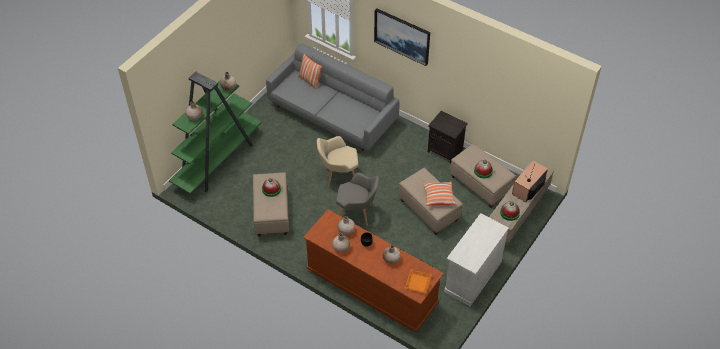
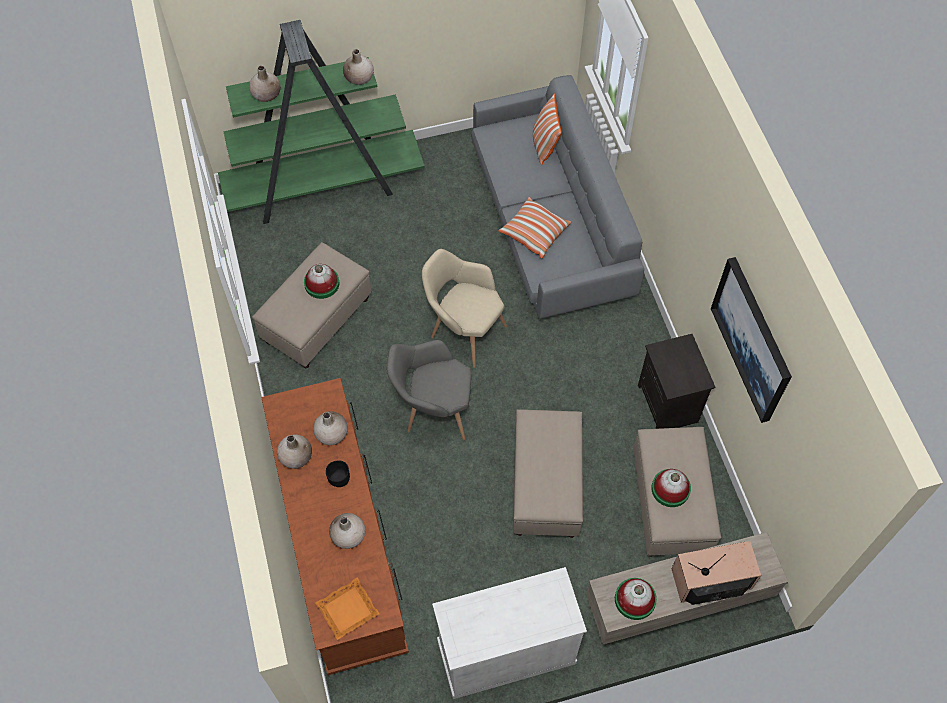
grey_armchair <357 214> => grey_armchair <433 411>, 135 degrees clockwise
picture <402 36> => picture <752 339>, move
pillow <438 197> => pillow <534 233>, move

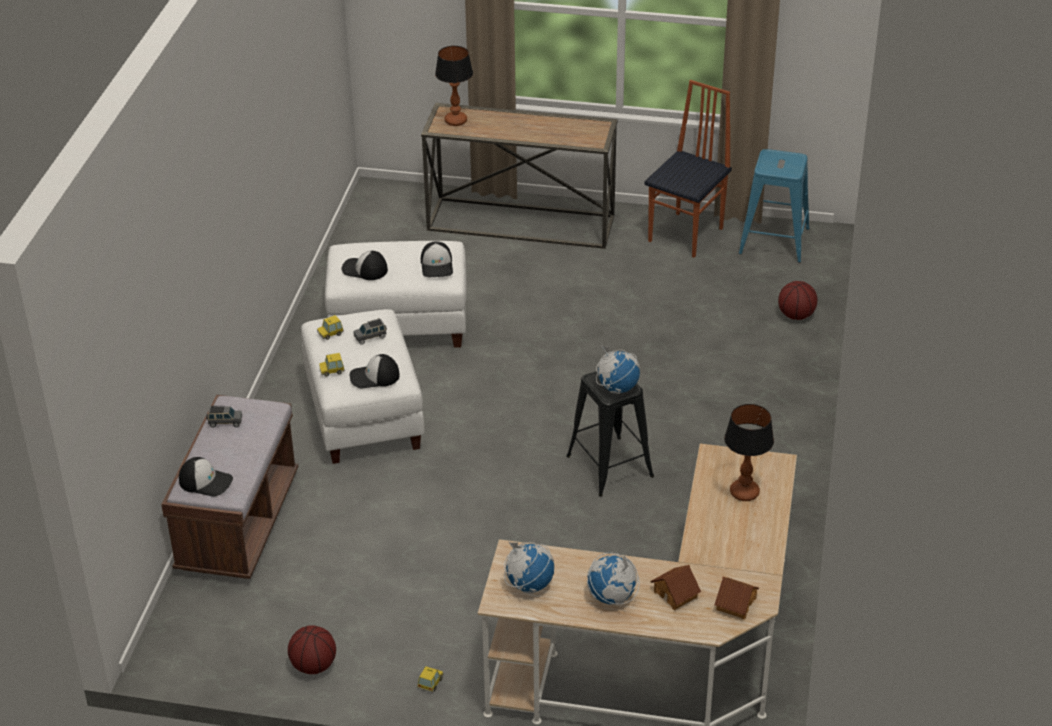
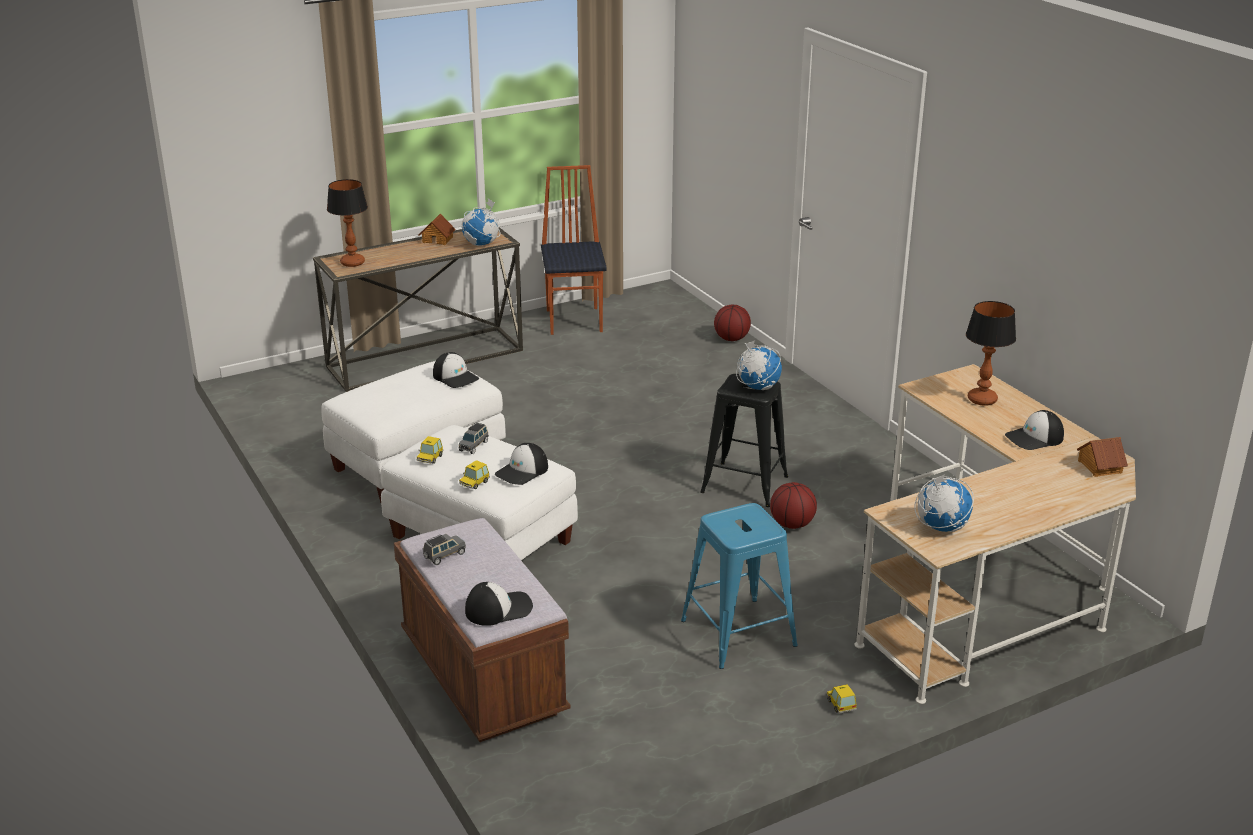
basketball <313 665> => basketball <791 524>, move
cap <364 269> => cap <1034 438>, move
globe <612 597> => globe <481 244>, move
toy_house <676 594> => toy_house <438 239>, move
blue_stool <774 241> => blue_stool <739 633>, move

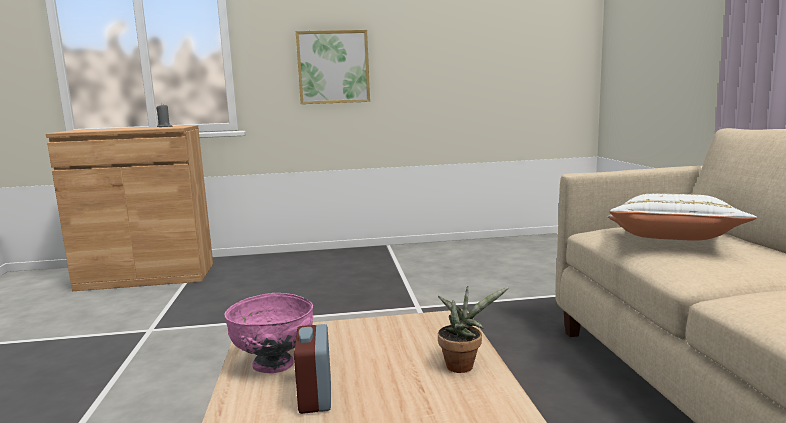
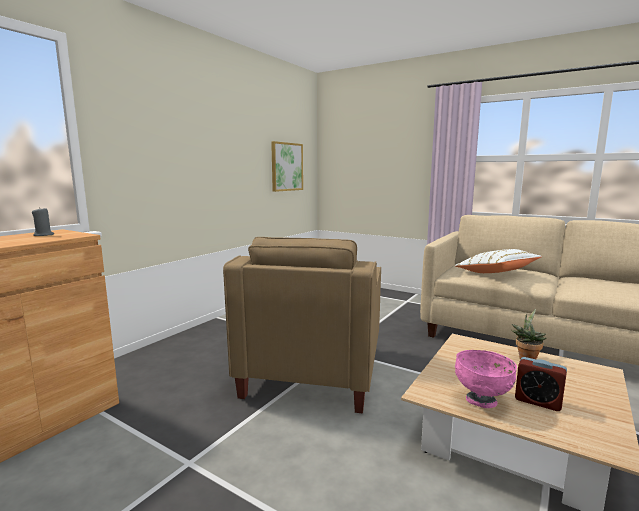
picture <333 67> => picture <286 167>, move
nothing => beige_armchair <312 371>

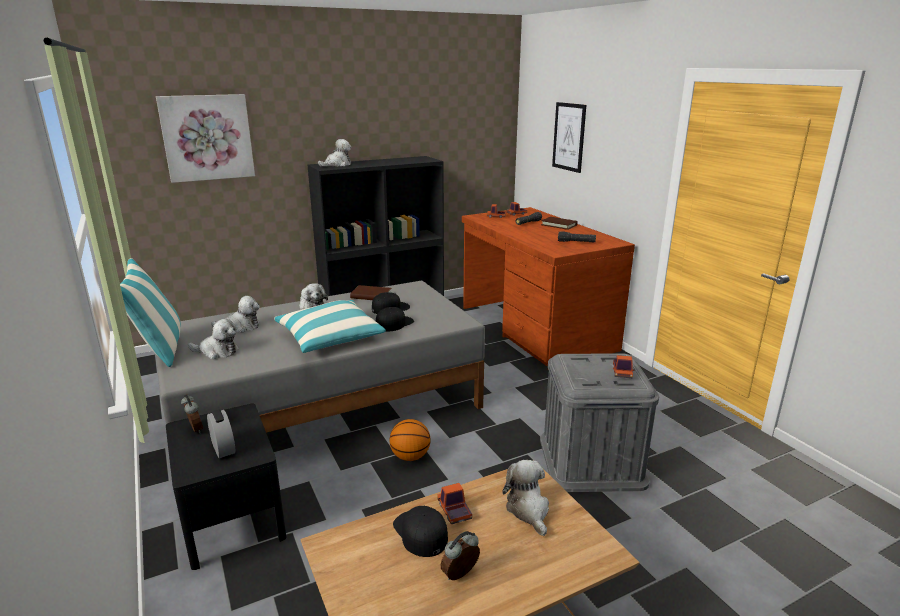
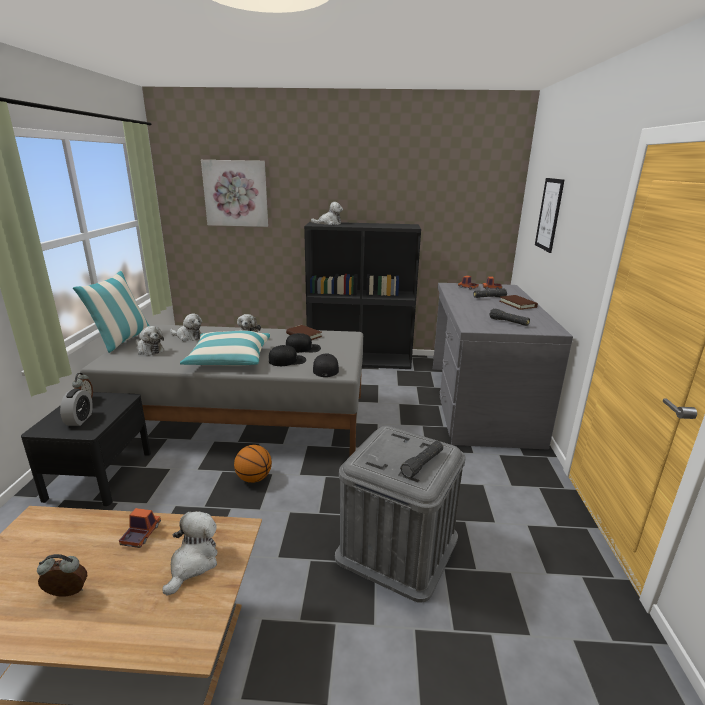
black_cap <420 532> => black_cap <326 368>, move
brown_desk <535 328> => grey_desk <480 403>
toy_truck <622 372> => black_flashlight <422 464>

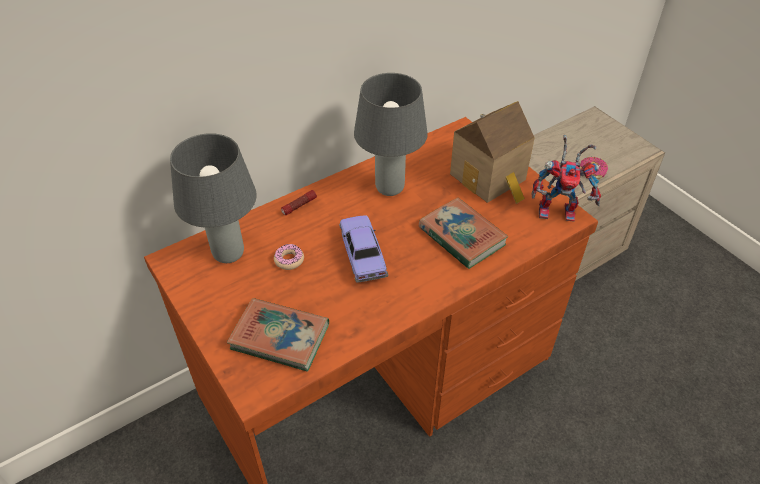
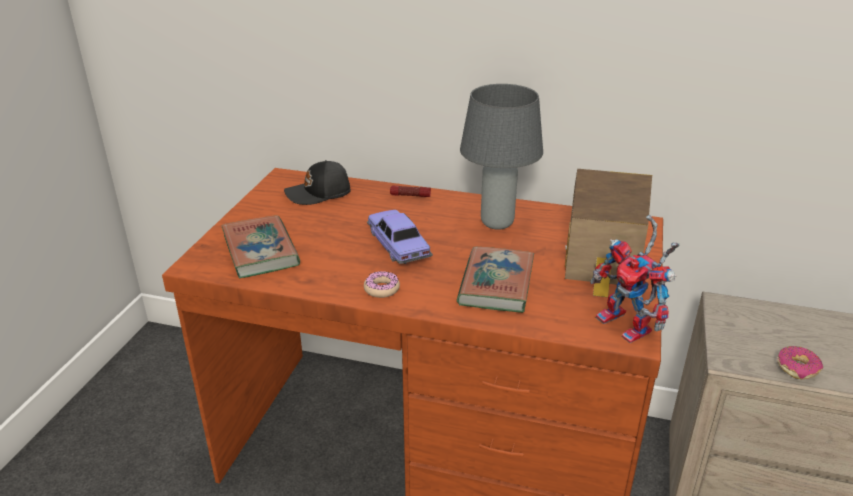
grey_table_lamp <229 254> => black_cap <319 193>
donut <289 260> => donut <381 289>, move
toy_car <362 255> => toy_car <398 246>, 60 degrees counterclockwise

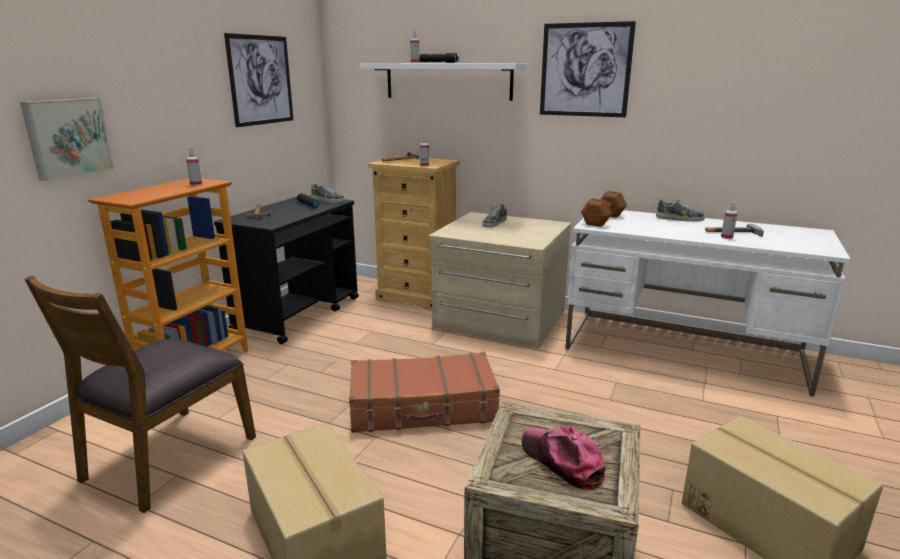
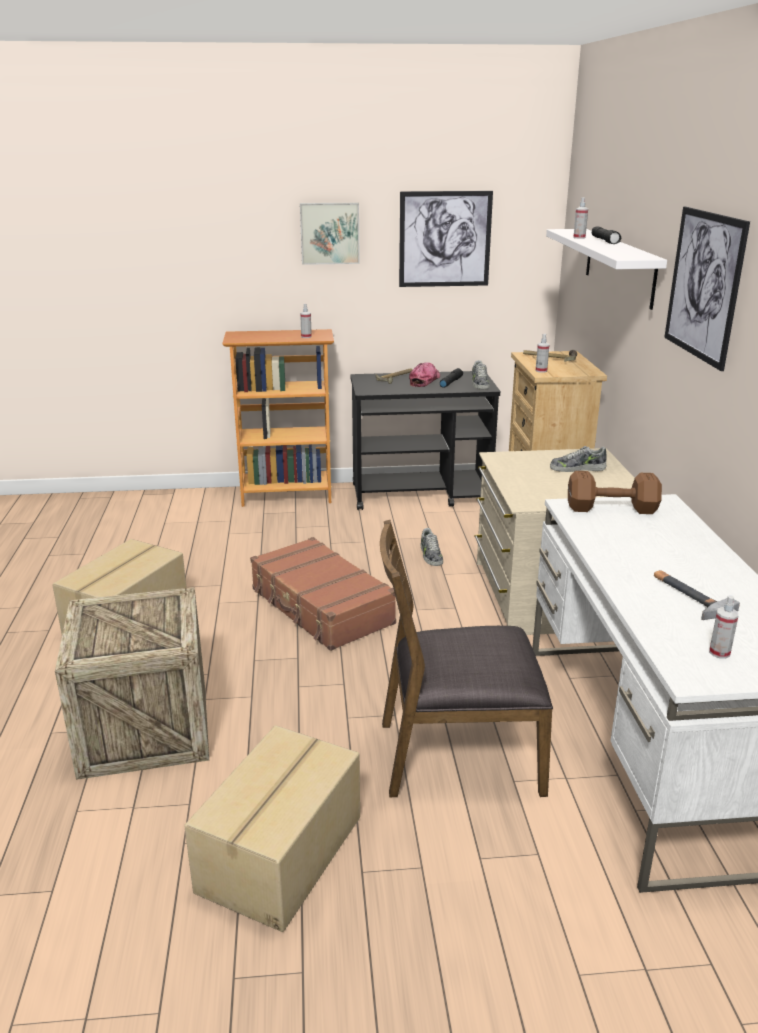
picture <67 137> => picture <329 233>, move
brown_chair <168 457> => brown_chair <458 755>, move
cap <562 462> => cap <424 380>, move
shoe <679 219> => shoe <430 555>, move
spray_bottle <726 237> => spray_bottle <719 652>, move

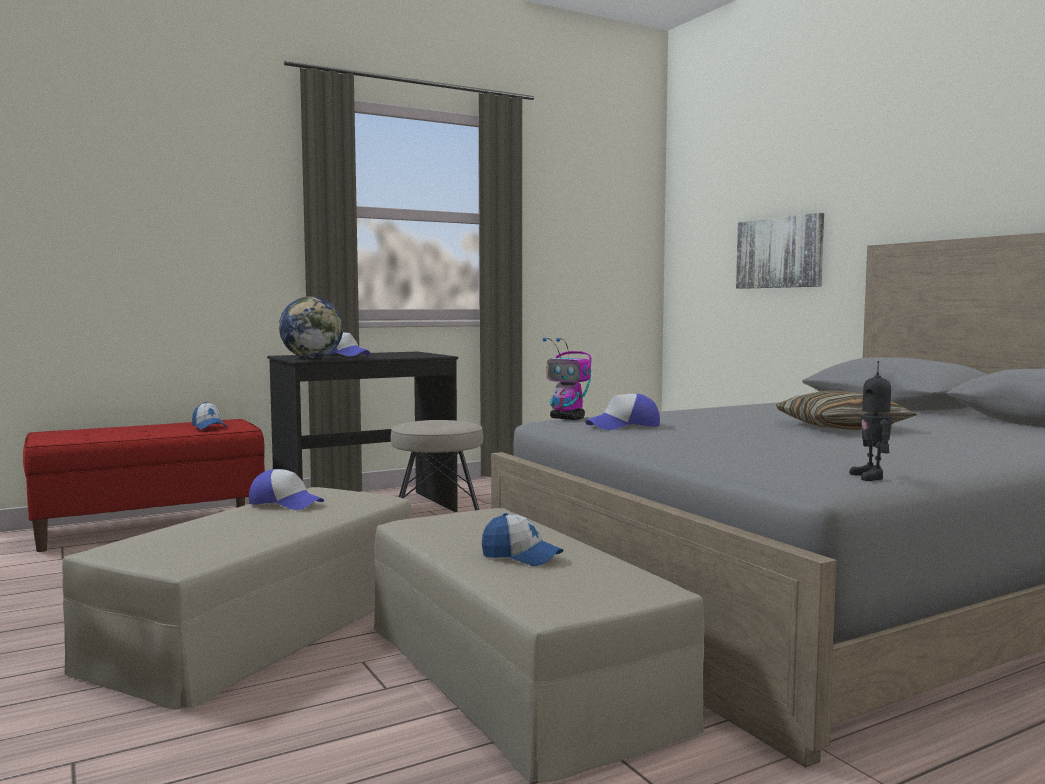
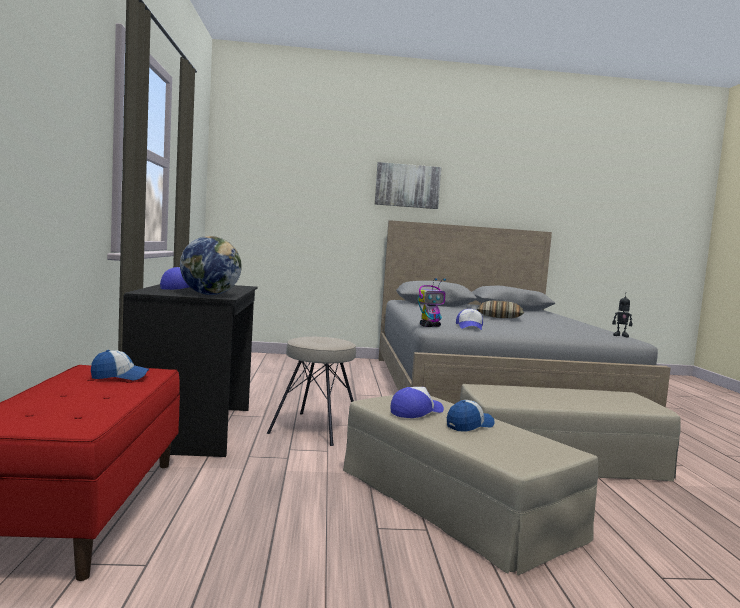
cap <521 557> => cap <469 425>, move
picture <780 253> => picture <407 186>, move

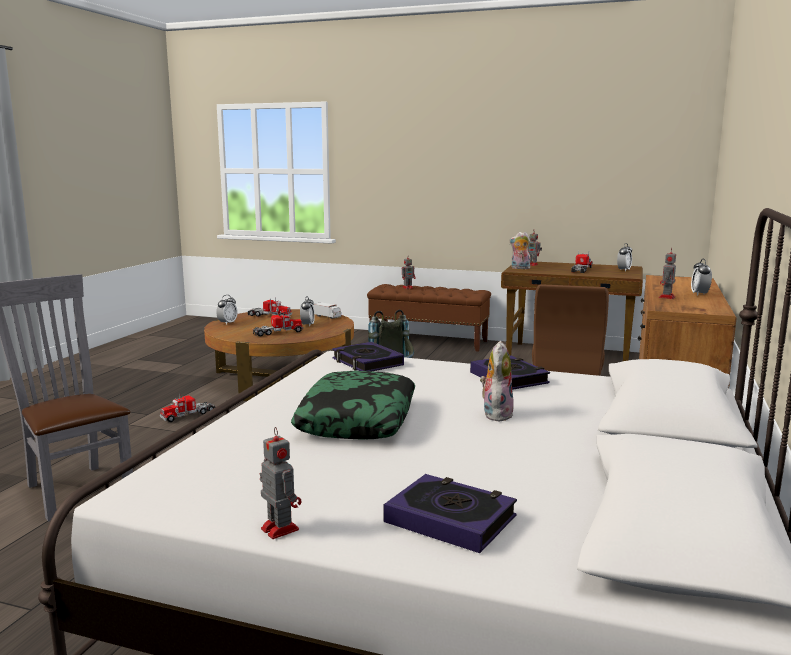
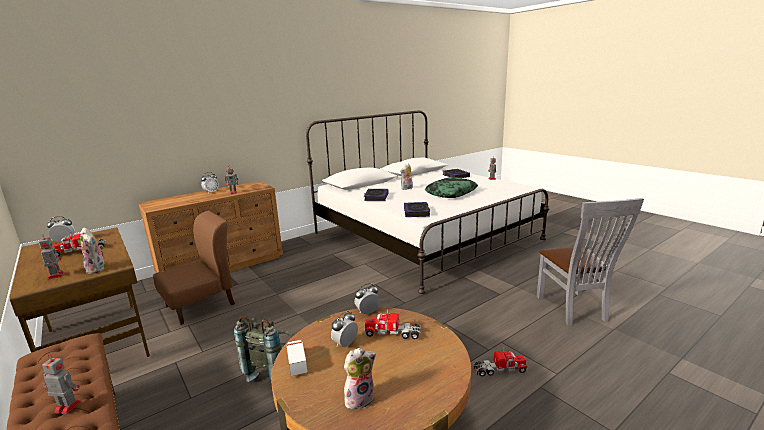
alarm_clock <227 323> => alarm_clock <367 312>, move
toy_truck <269 316> => plush_toy <359 398>

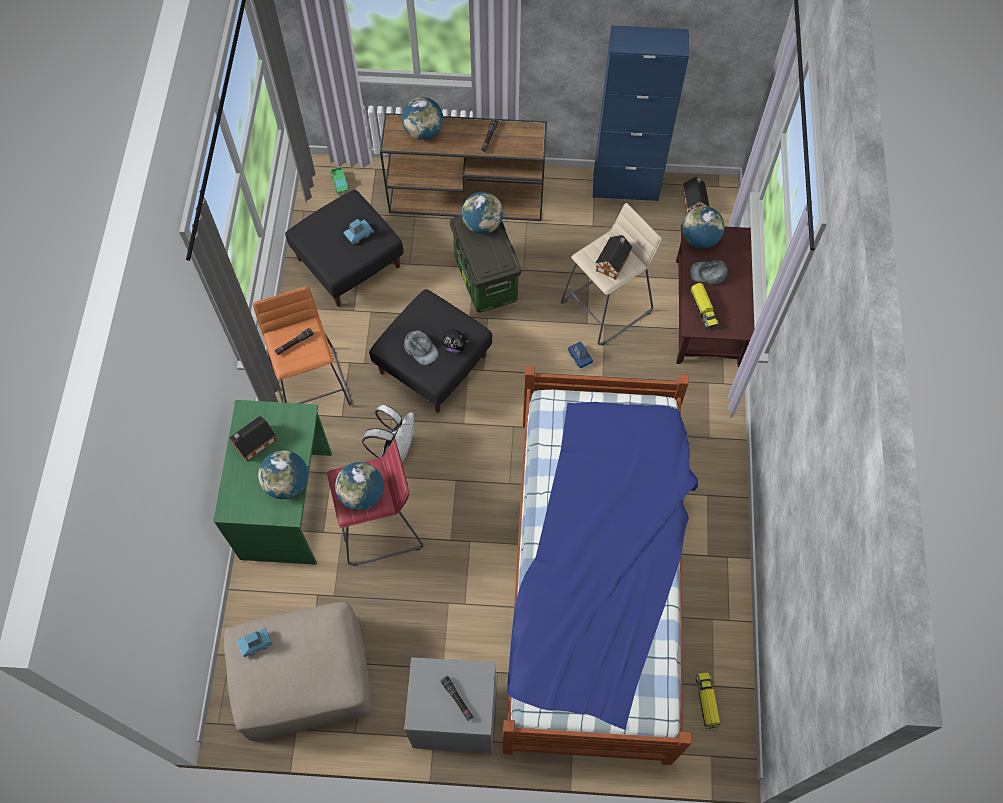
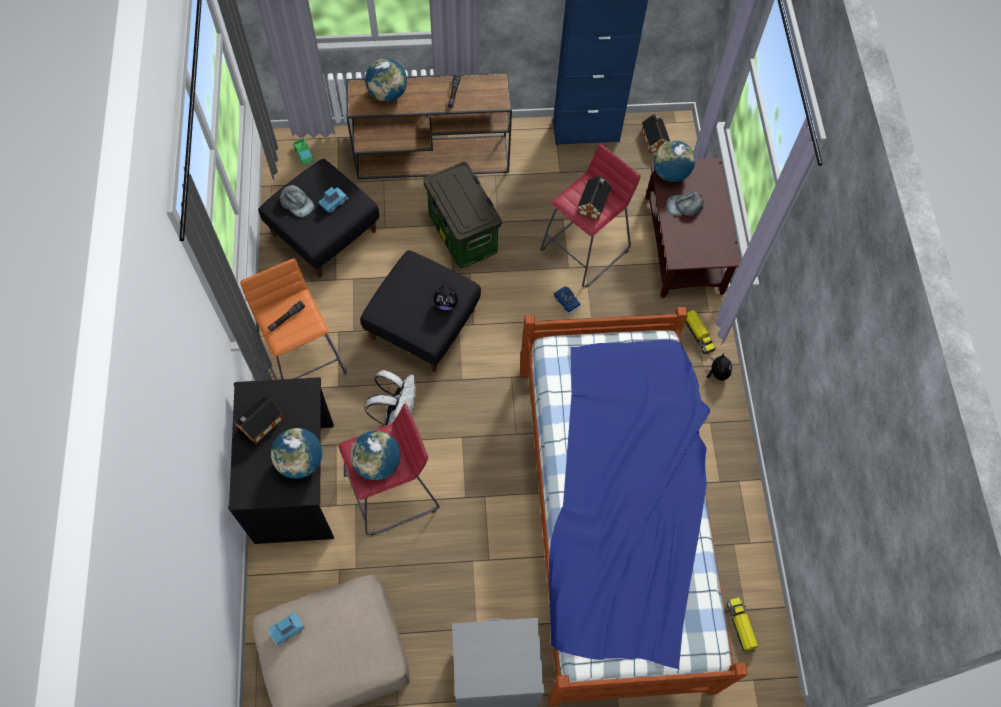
green_desk <288 506> => black_desk <296 483>
grey_cap <420 349> => grey_cap <296 203>, move
black_flashlight <457 699> => nothing
globe <482 224> => nothing
beige_stool <607 307> => red_stool <585 249>
toy_truck <703 308> => toy_truck <698 333>, move
nothing => plush_toy <717 373>

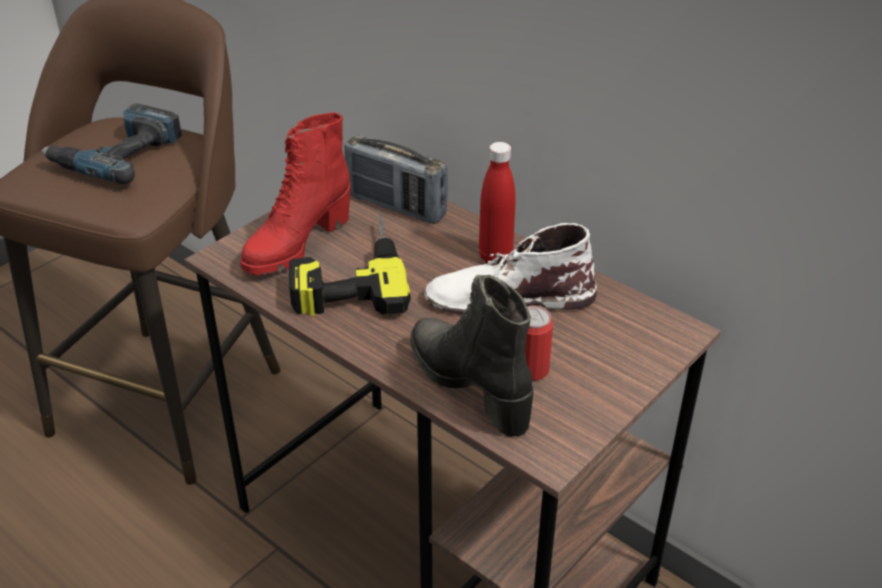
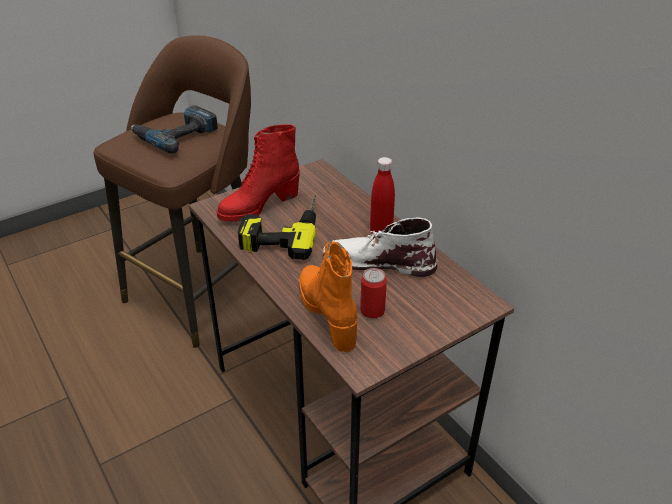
radio <396 206> => nothing
black_boot <470 386> => orange_boot <329 314>

